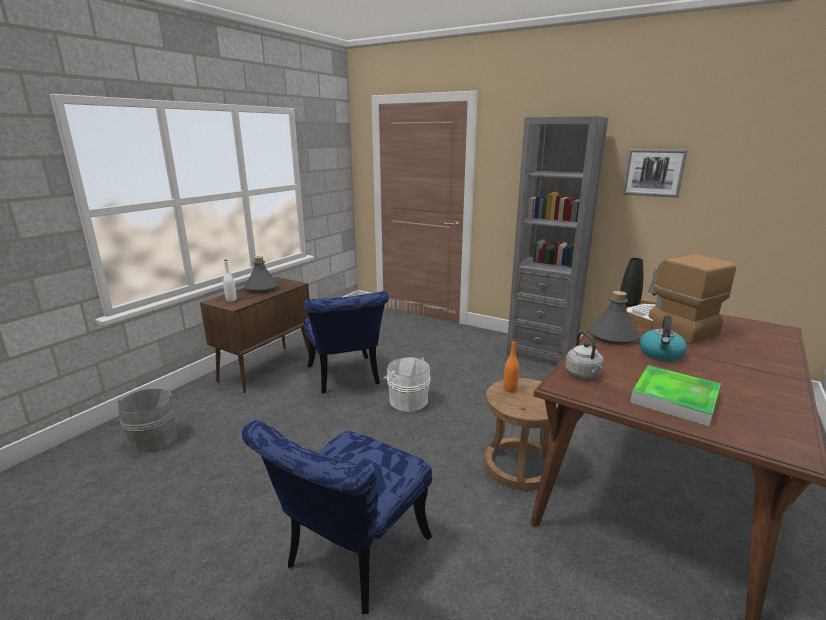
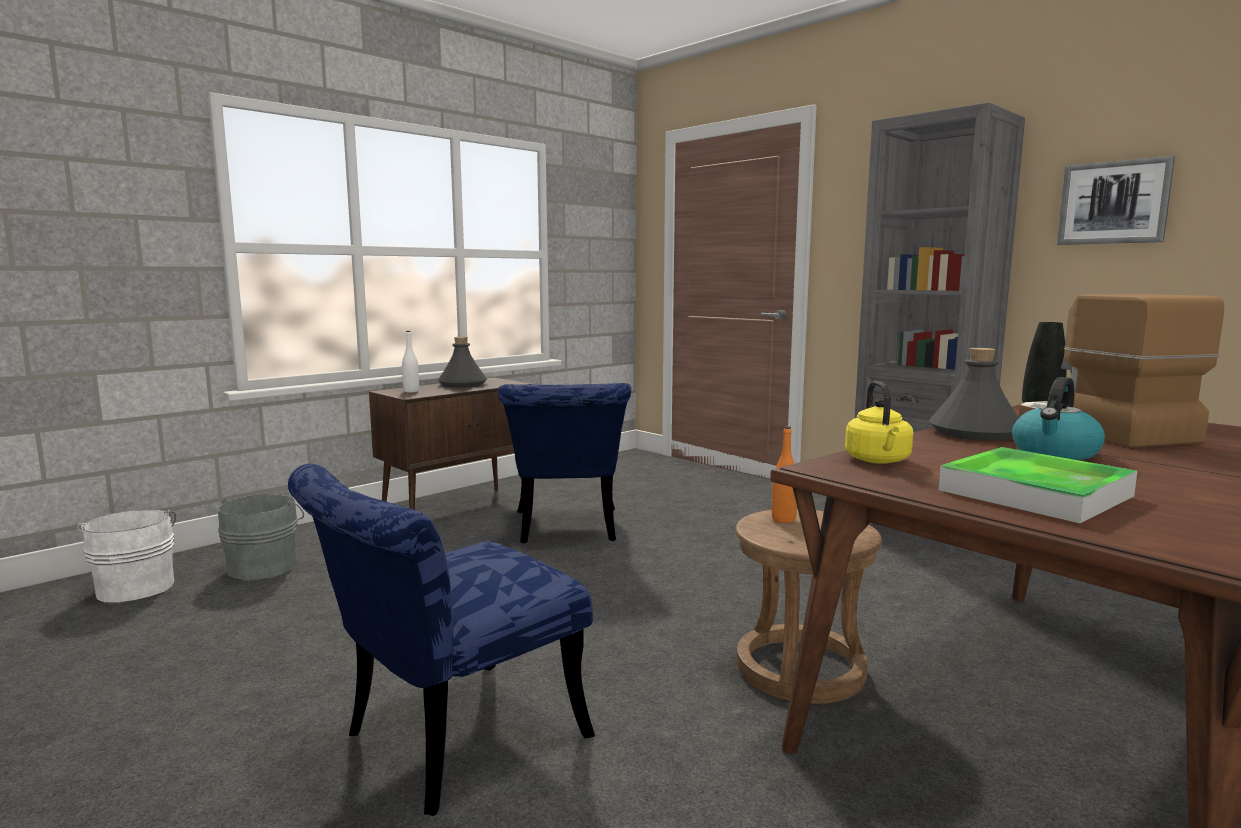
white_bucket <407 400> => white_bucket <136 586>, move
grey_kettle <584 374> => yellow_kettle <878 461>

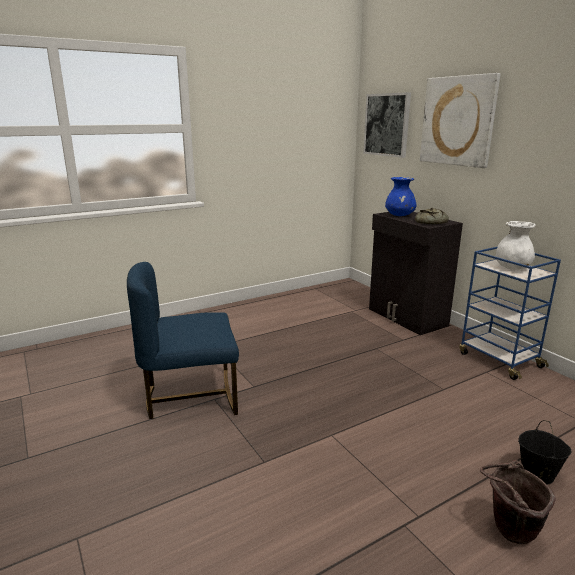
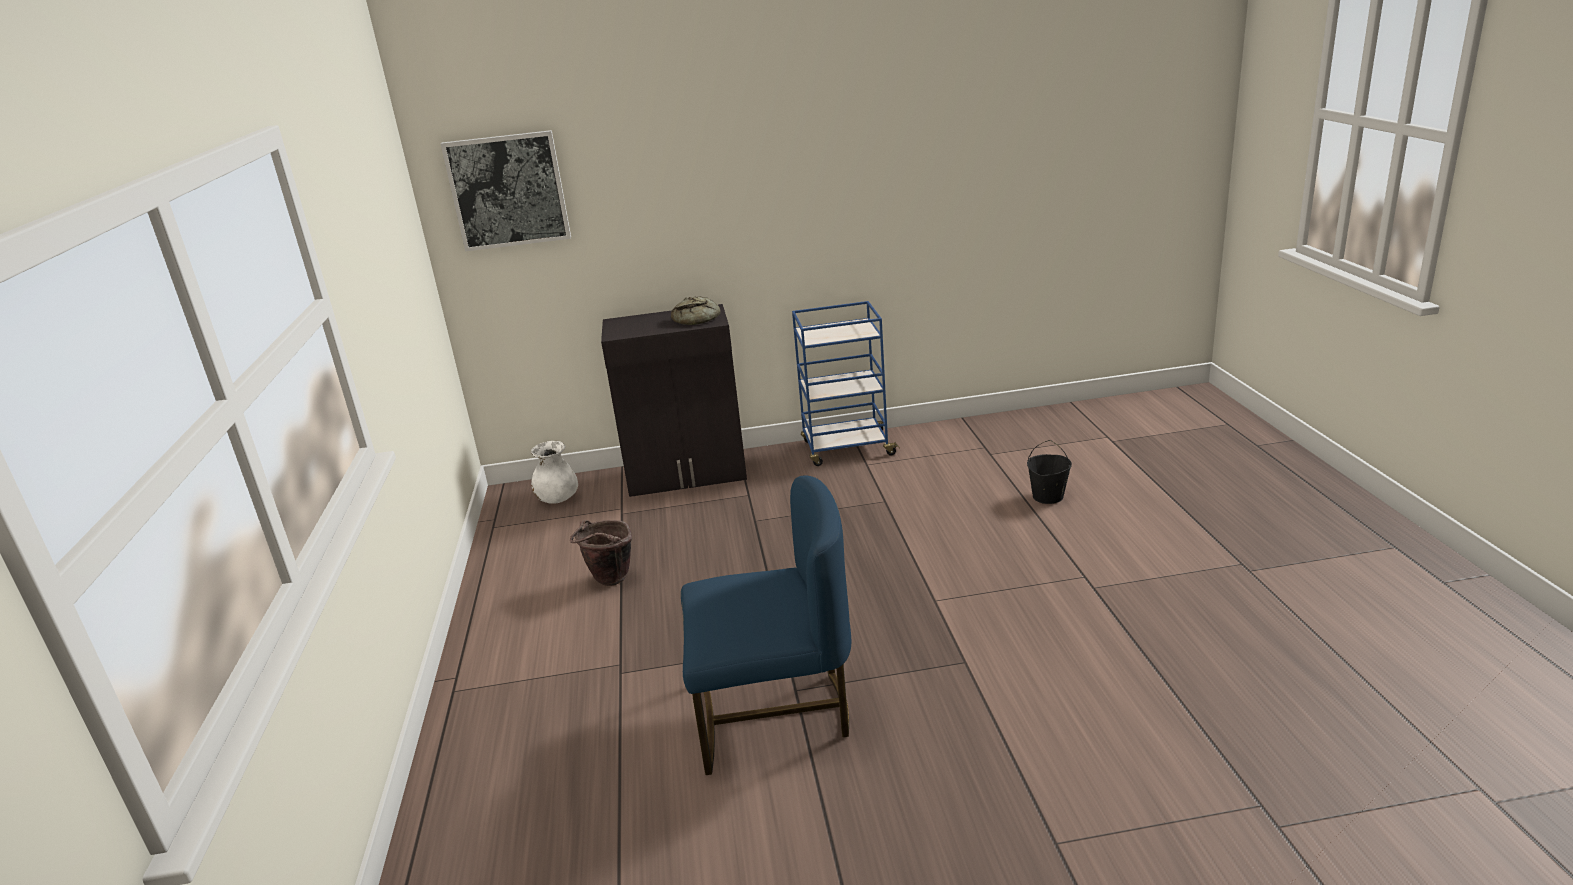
blue_chair <191 396> => blue_chair <773 715>, 105 degrees counterclockwise
blue_vase <400 216> => nothing
picture <458 121> => nothing
brown_bucket <508 532> => brown_bucket <609 581>, move
white_vase <512 268> => white_vase <558 499>, move

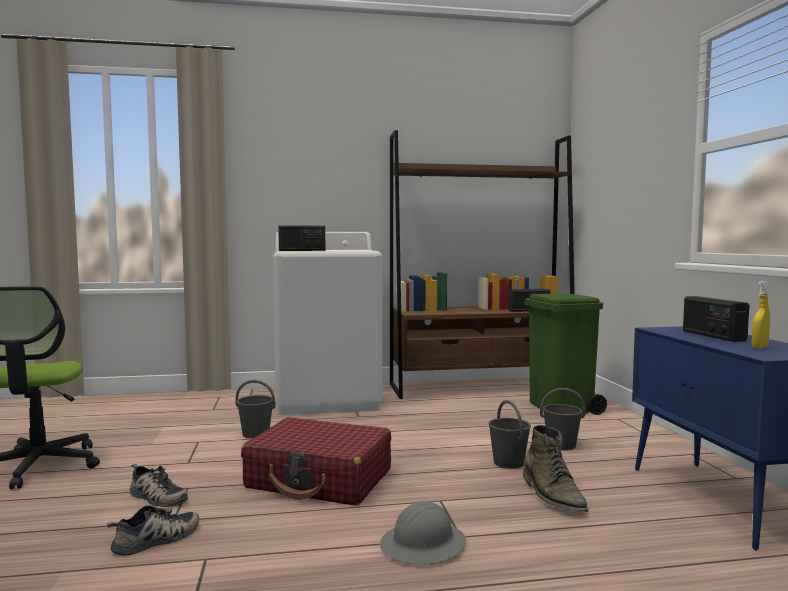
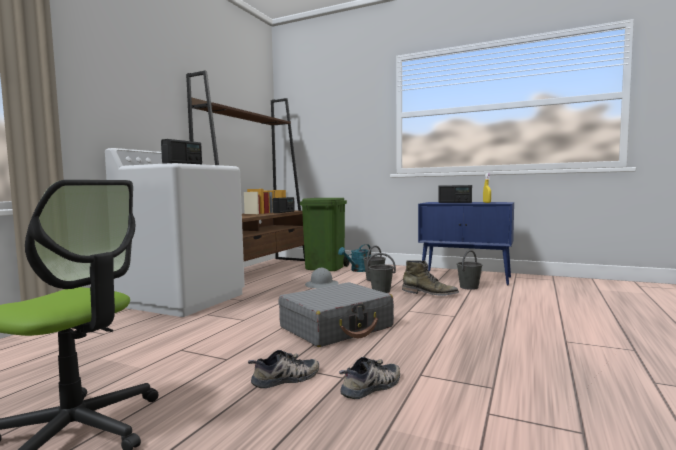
shoe <156 540> => shoe <372 387>, 60 degrees clockwise
grey_bucket <256 434> => grey_bucket <469 287>, move
red_suitcase <320 479> => grey_suitcase <337 327>
grey_hard_hat <423 545> => grey_hard_hat <322 285>, move
nothing => turquoise_watering_can <357 270>

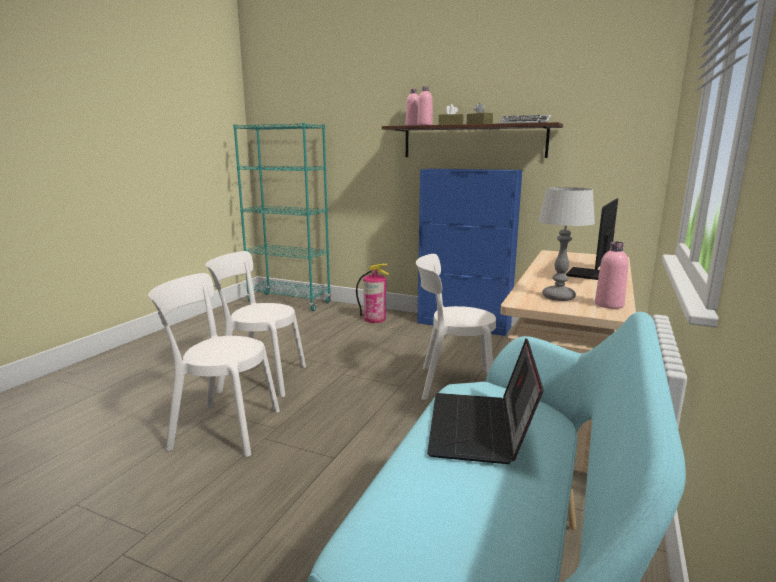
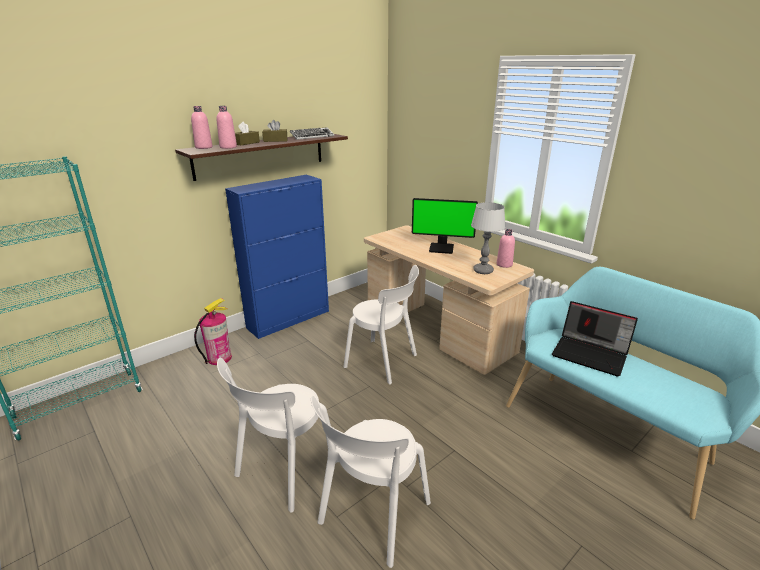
white_chair <451 383> => white_chair <384 362>, 90 degrees counterclockwise
monitor <590 275> => monitor <442 248>, 45 degrees counterclockwise

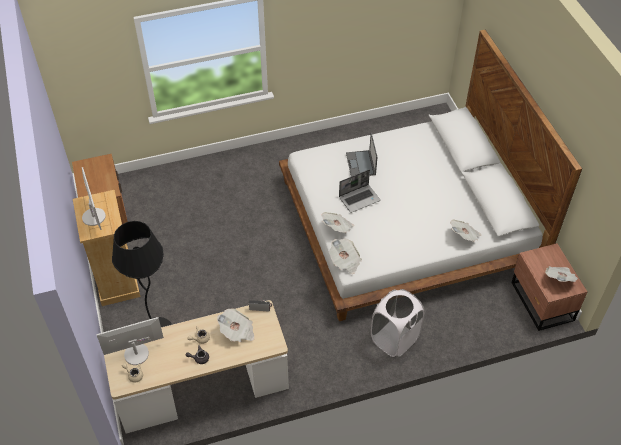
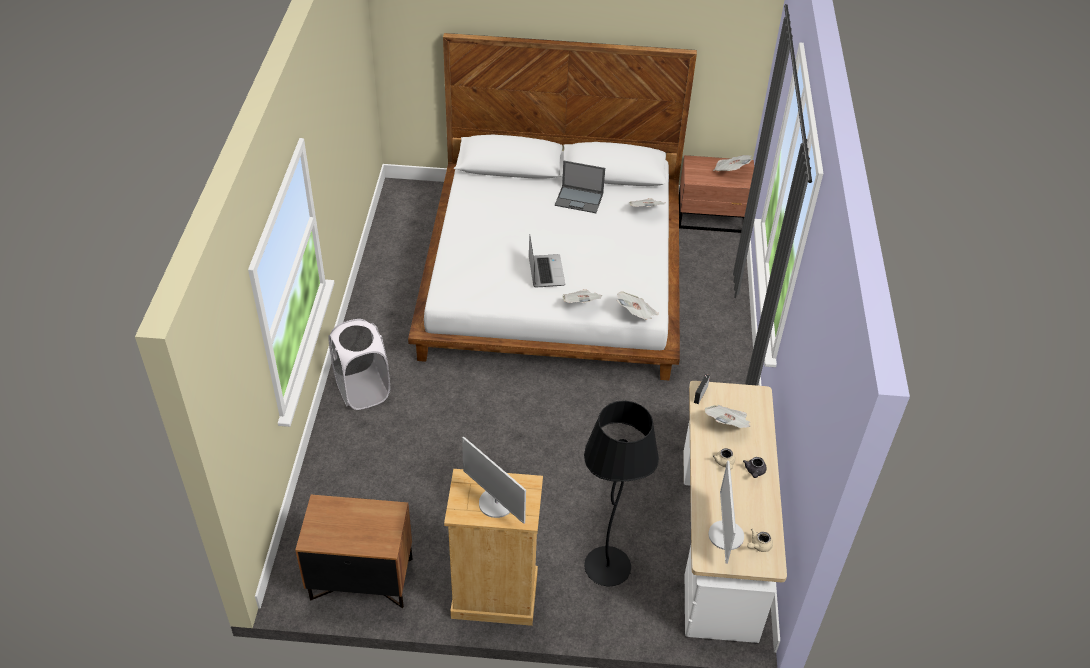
monitor <94 216> => monitor <496 503>, 135 degrees counterclockwise
laptop <361 164> => laptop <579 199>, move
white_laundry_basket <394 339> => white_laundry_basket <362 390>, move

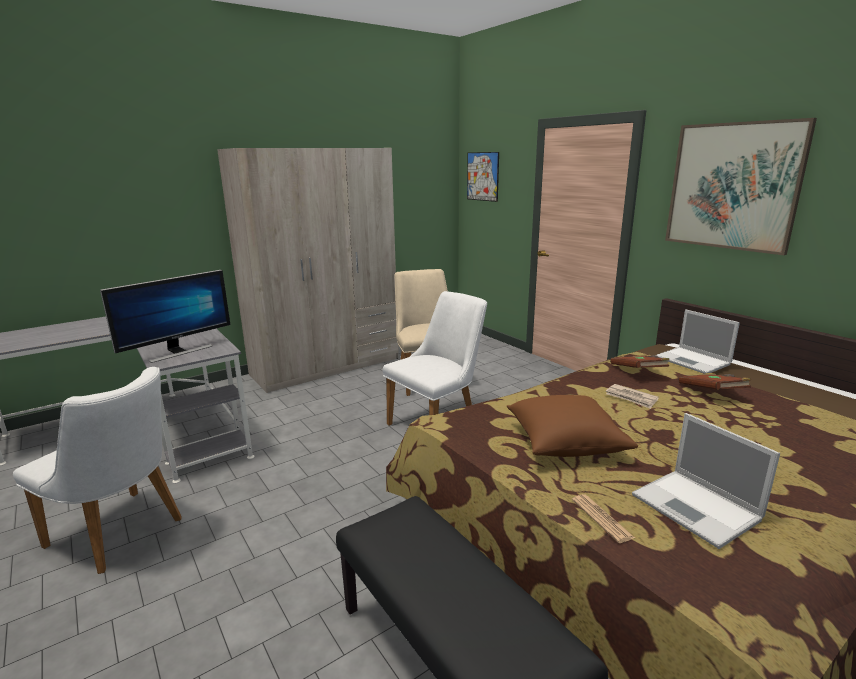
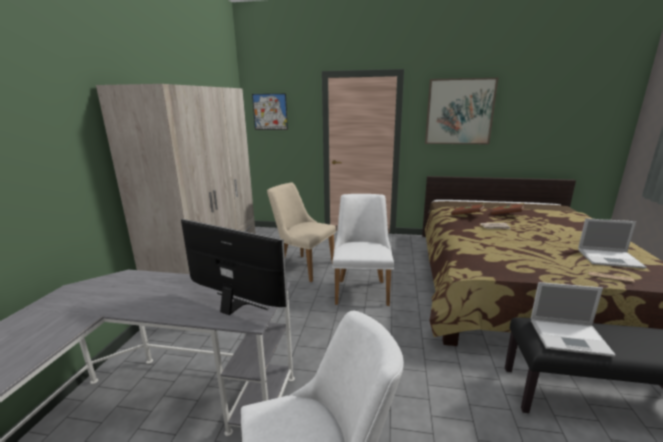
monitor <178 351> => monitor <235 306>, 60 degrees counterclockwise
brown_pillow <565 443> => nothing
laptop <693 361> => laptop <570 337>, move

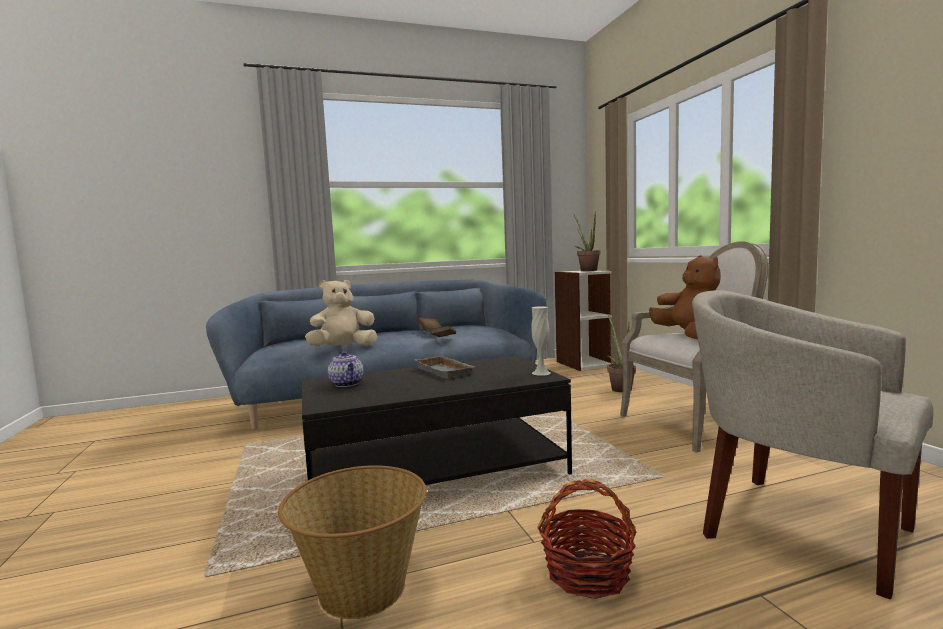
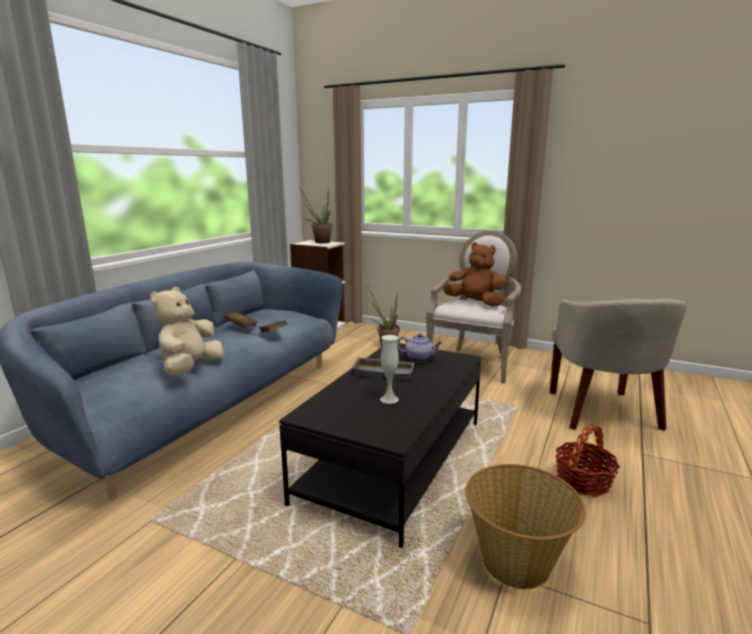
teapot <347 384> => teapot <419 358>, move
white_vase <541 373> => white_vase <389 399>, move
beige_armchair <796 526> => beige_armchair <602 412>, 90 degrees counterclockwise

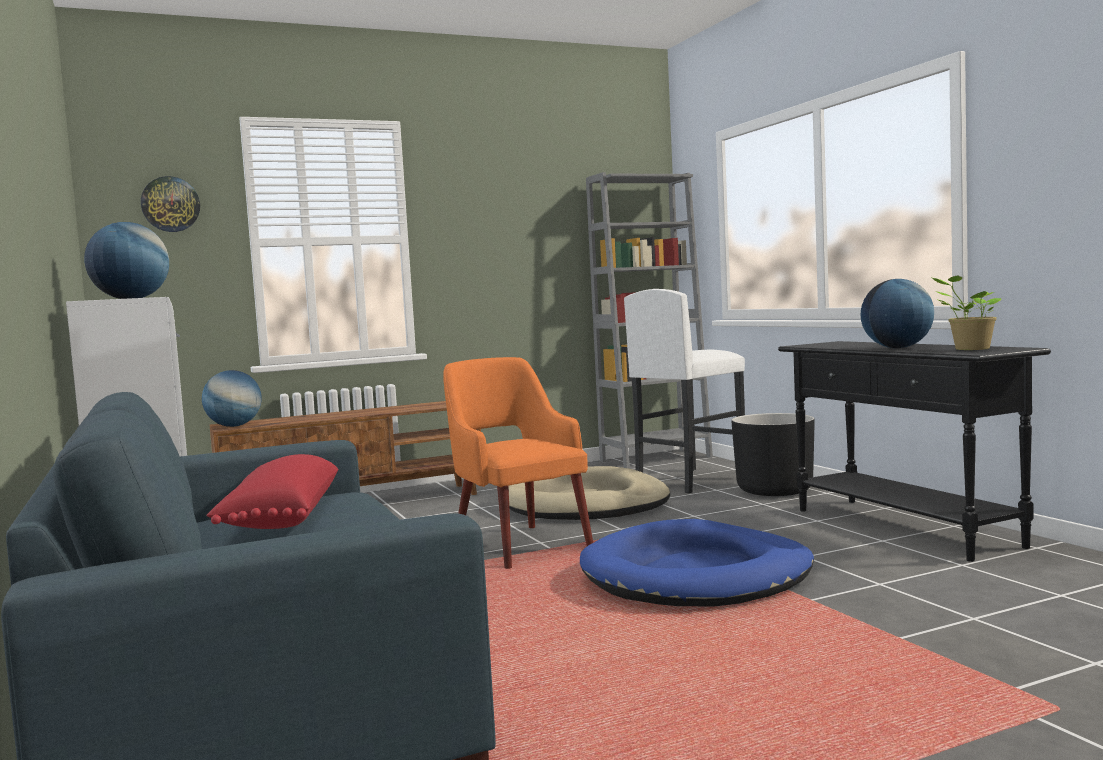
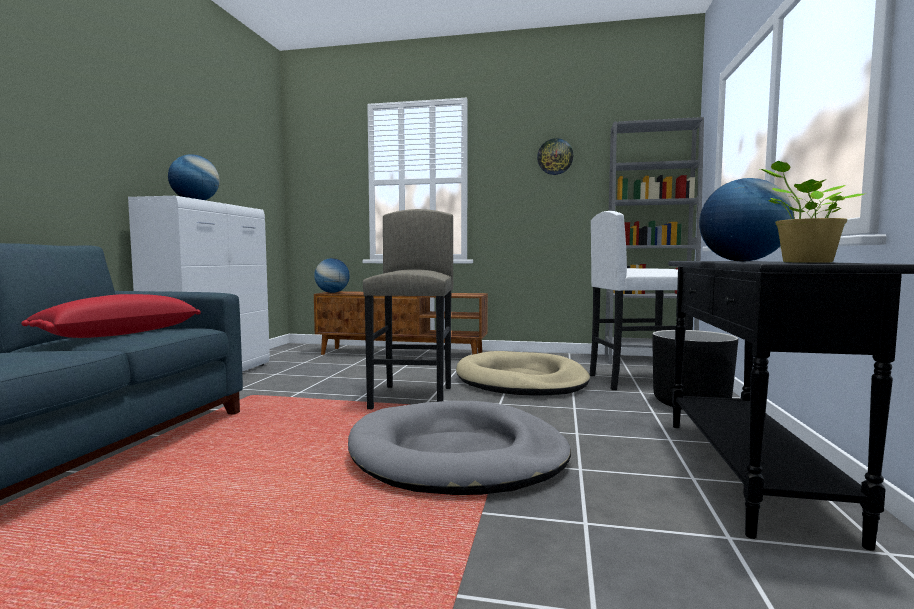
wall_clock <170 204> => wall_clock <555 157>, move
orange_armchair <519 545> => grey_stool <413 398>
blue_dog_bed <696 575> => grey_dog_bed <458 455>

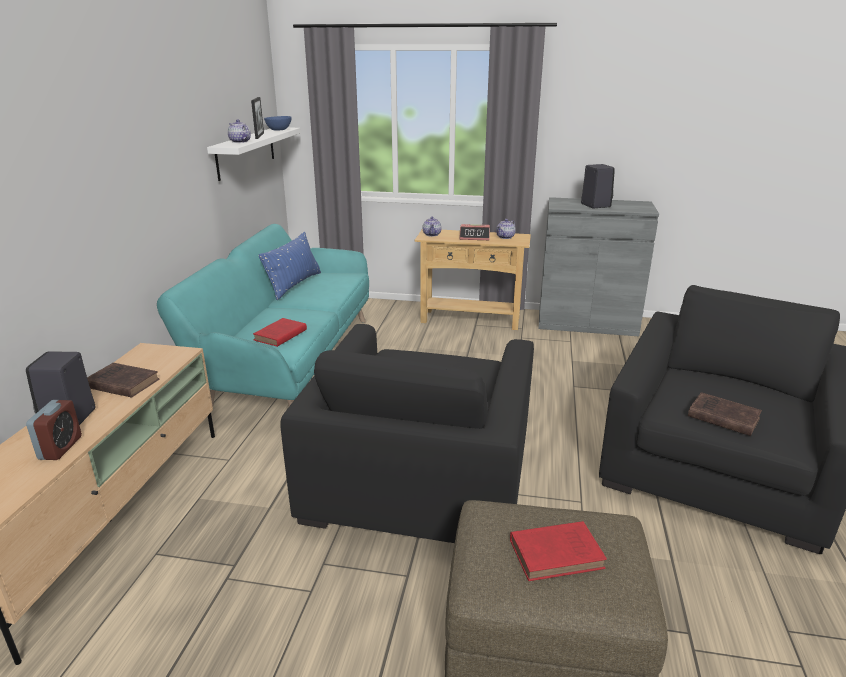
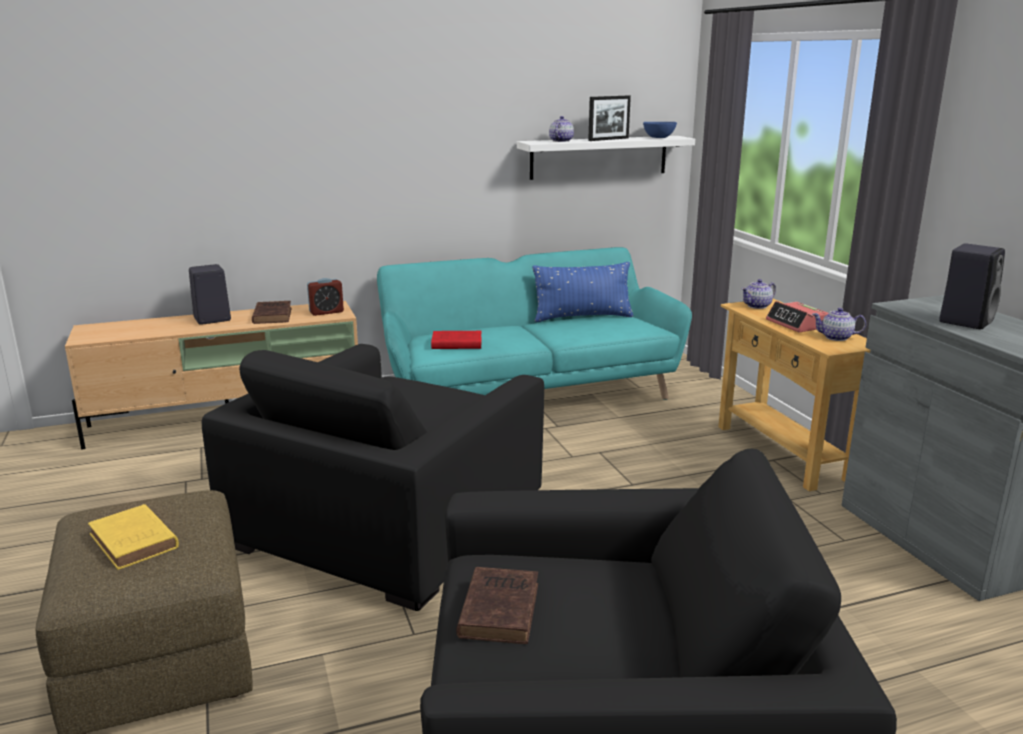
alarm_clock <60 448> => alarm_clock <326 312>, move
black_armchair <421 472> => black_armchair <389 518>, 45 degrees counterclockwise
red_book <558 554> => yellow_book <135 542>

